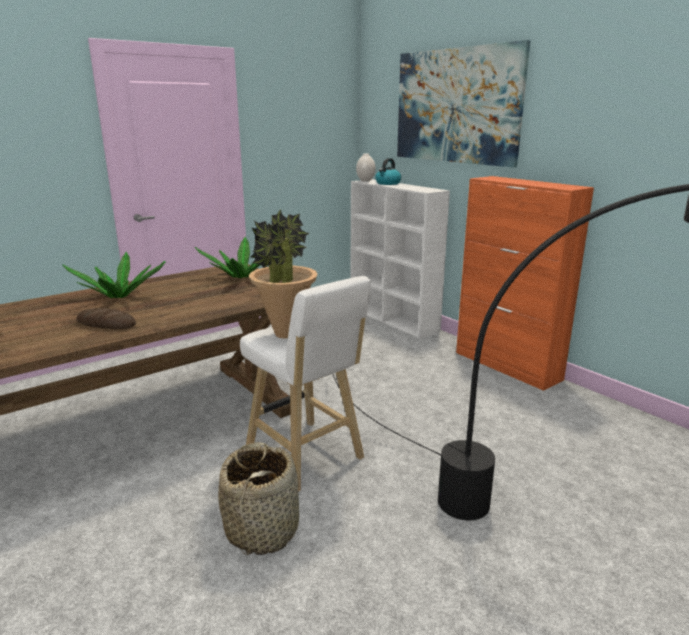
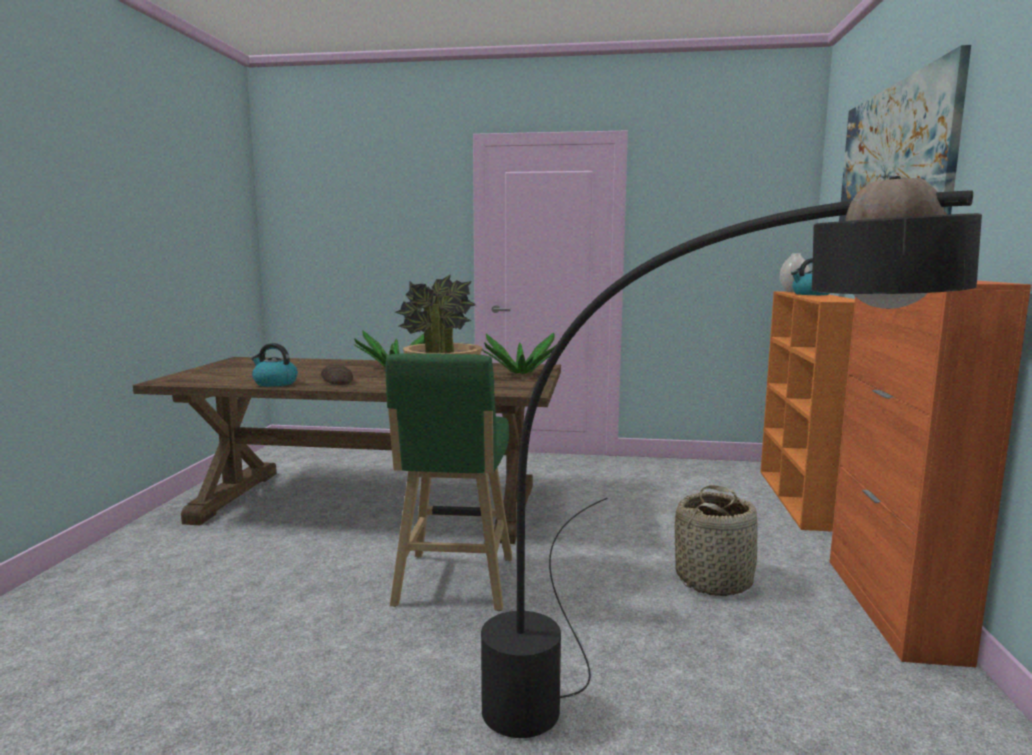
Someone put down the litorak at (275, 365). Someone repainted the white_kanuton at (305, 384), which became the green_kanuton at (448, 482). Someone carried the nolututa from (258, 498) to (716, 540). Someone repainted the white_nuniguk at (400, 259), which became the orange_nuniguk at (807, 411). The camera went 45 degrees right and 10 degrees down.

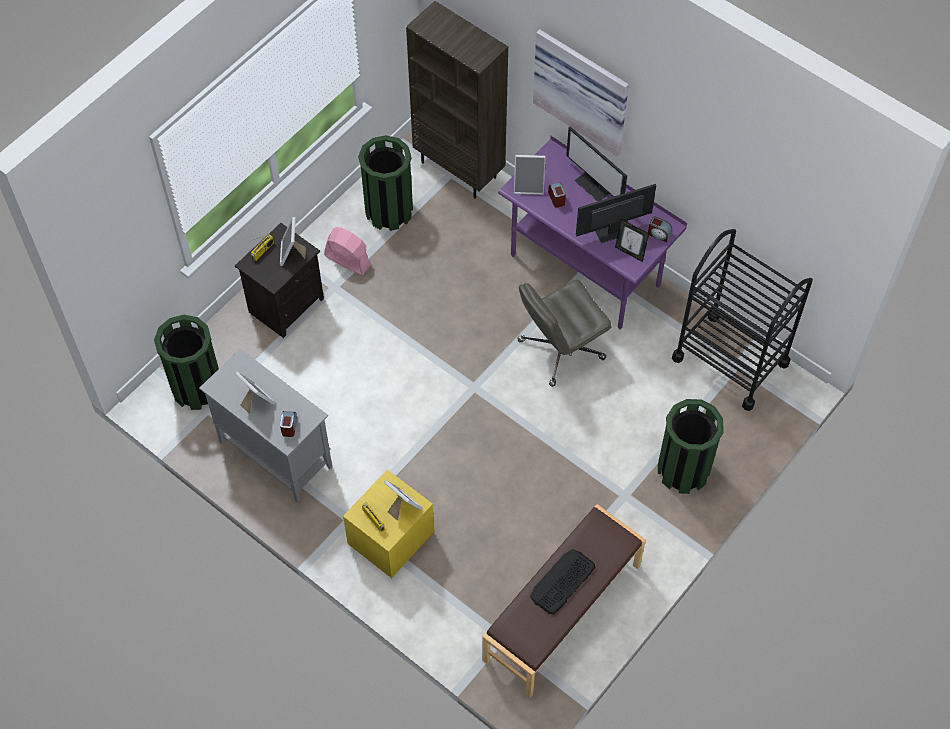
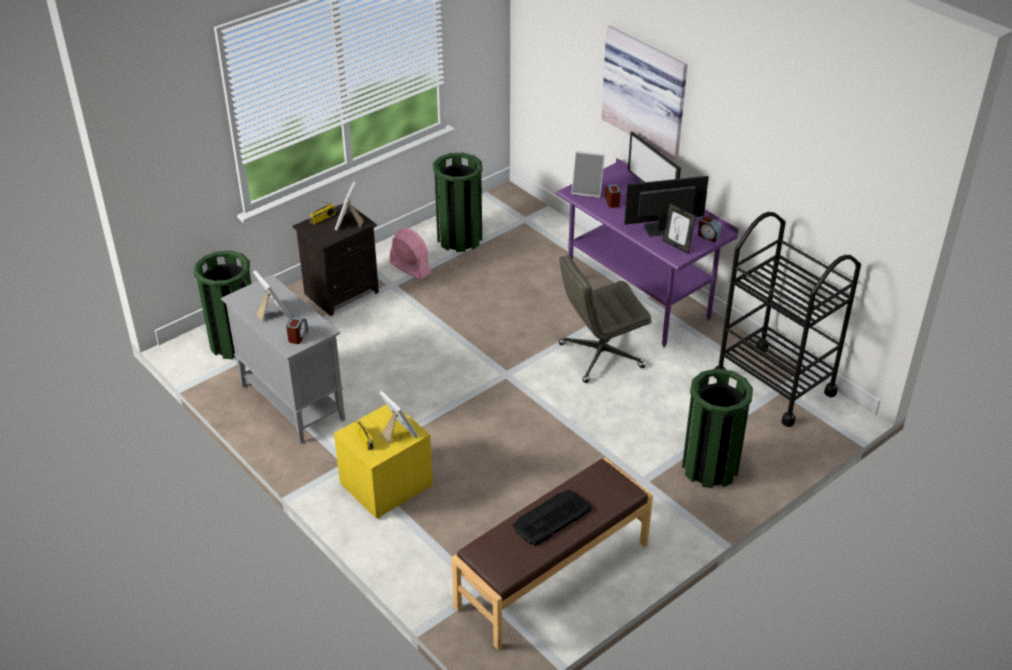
Someone took away the brown_nuniguk at (457, 100). The camera went 10 degrees right and 20 degrees down.

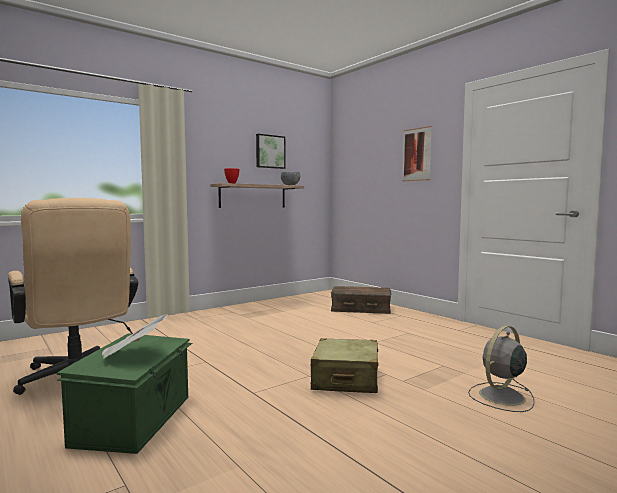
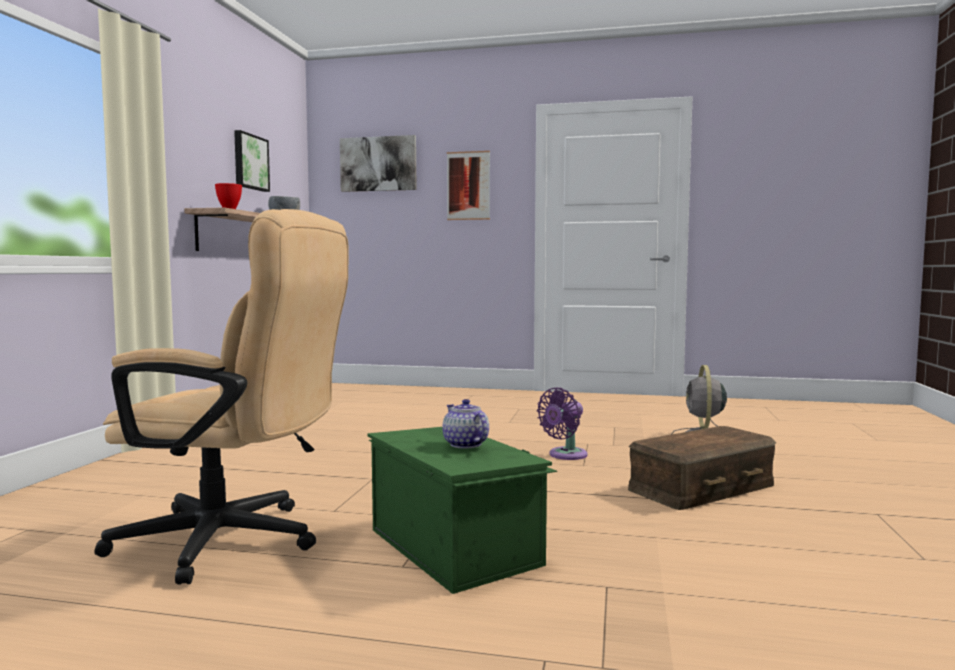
Someone put up the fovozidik at (378, 163). Someone swapped the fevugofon at (135, 336) for the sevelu at (466, 424). Someone swapped the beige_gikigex at (345, 365) for the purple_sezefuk at (562, 424). Someone carried the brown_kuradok from (361, 300) to (702, 468). The camera went 40 degrees left and 0 degrees up.

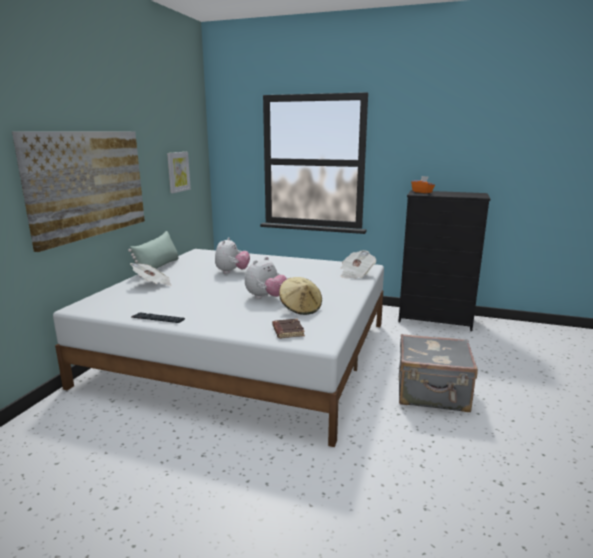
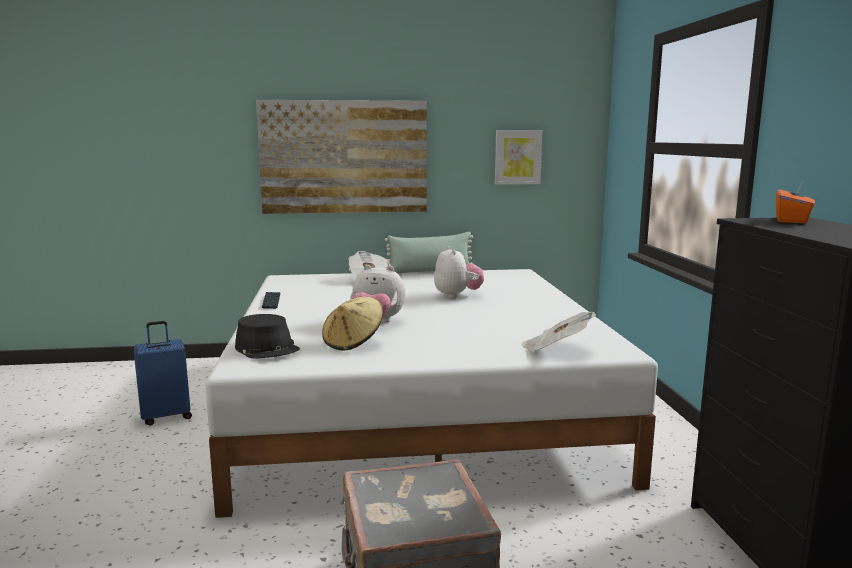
Someone put down the blue_gikigex at (163, 373). Someone swapped the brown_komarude at (288, 329) for the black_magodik at (267, 336). Someone rotated the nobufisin at (232, 255) by 90 degrees counterclockwise. The camera went 65 degrees right and 5 degrees down.

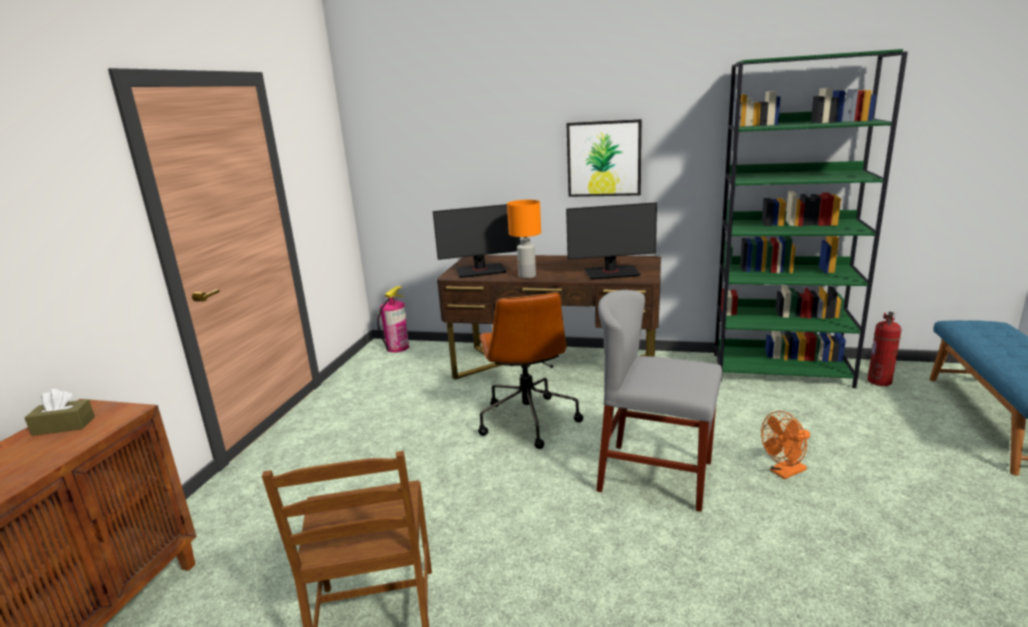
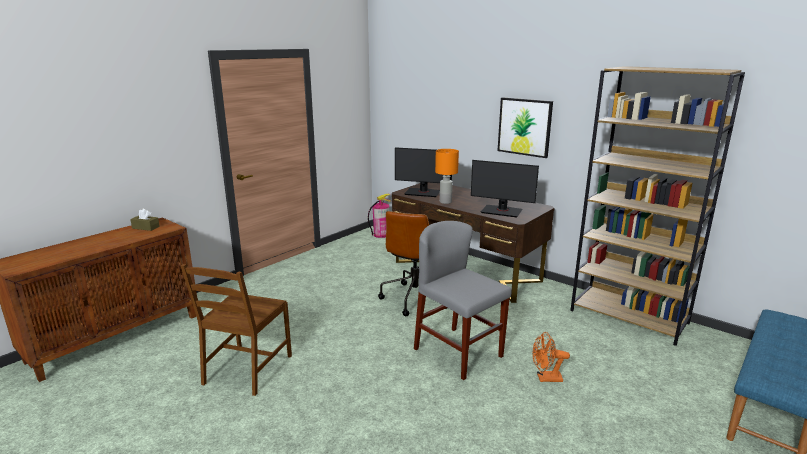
Someone repainted the green_nuniguk at (811, 218), which became the brown_nuniguk at (657, 206). Someone took away the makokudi at (884, 349). The camera went 25 degrees right and 0 degrees up.

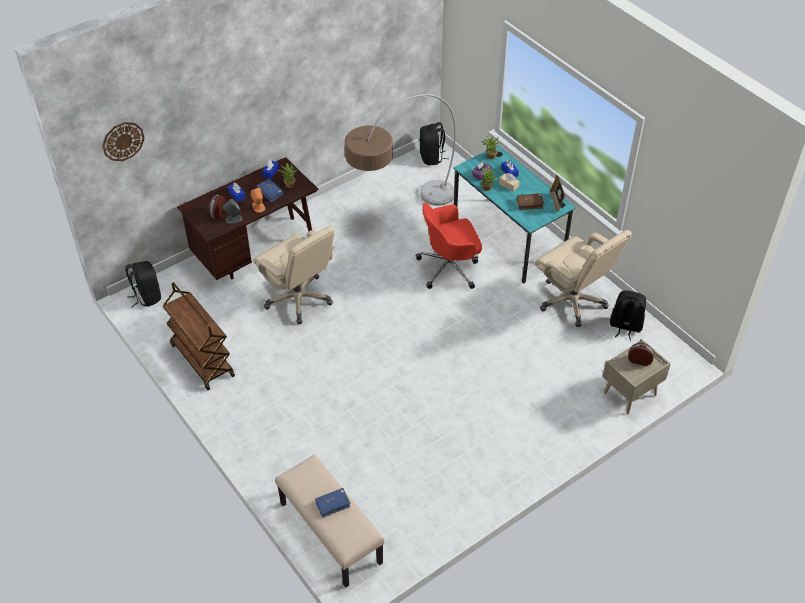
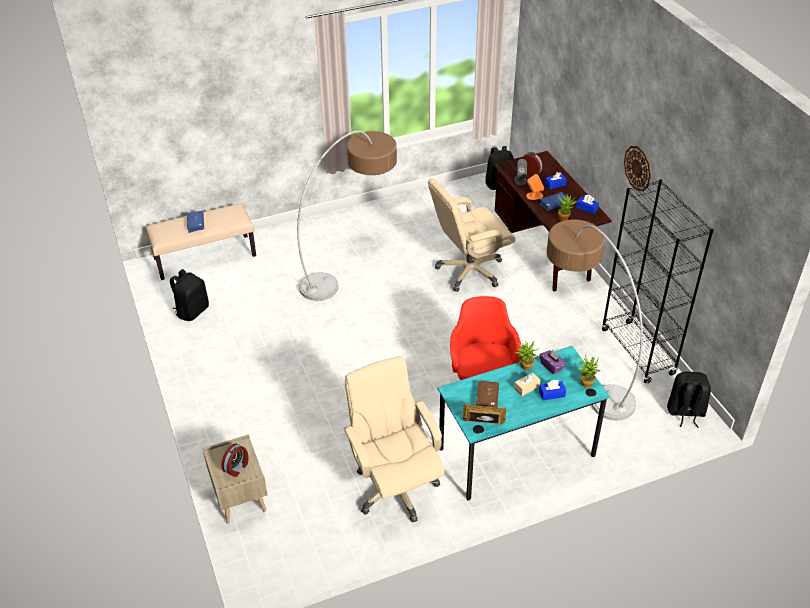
Someone carried the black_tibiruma from (628, 315) to (189, 295). Someone put down the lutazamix at (347, 215). Someone rotated the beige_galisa at (583, 278) by 90 degrees clockwise. Someone put down the black_nuniguk at (657, 281). Someone carried the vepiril from (123, 141) to (637, 168). Someone took away the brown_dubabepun at (198, 336). The camera went 105 degrees right and 5 degrees down.

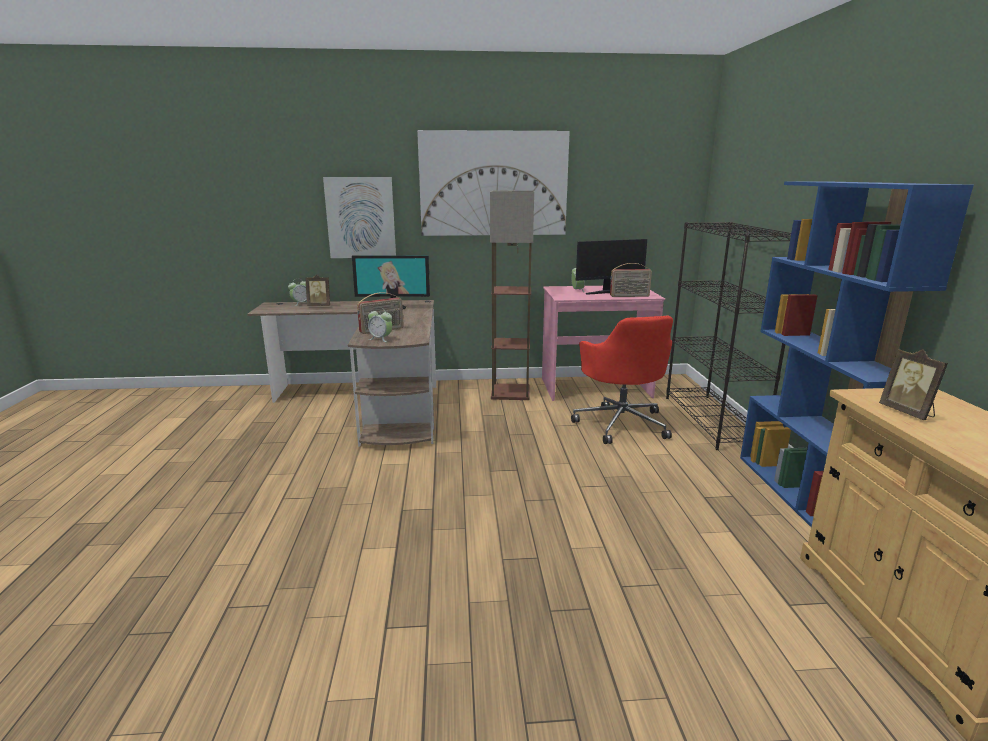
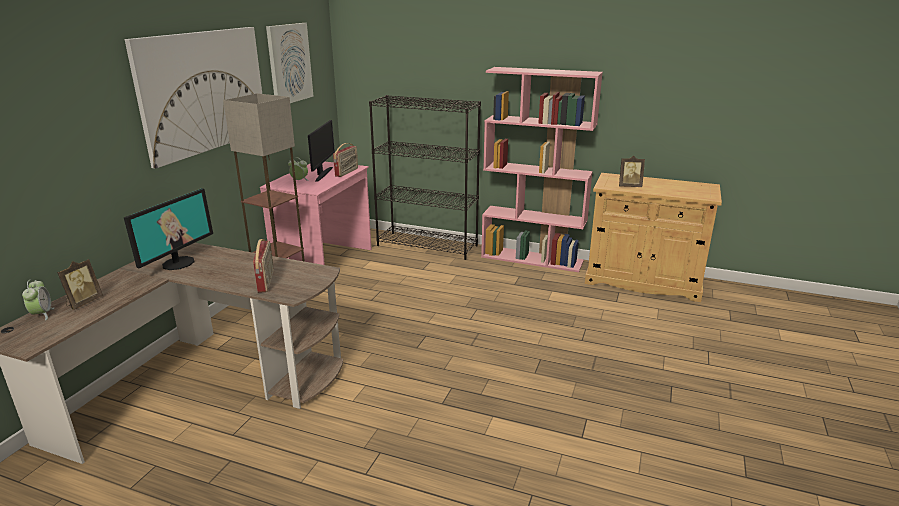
Someone carried the fovozidik from (359, 217) to (290, 63). Someone repainted the blue_nuniguk at (857, 354), which became the pink_nuniguk at (542, 169). Someone took away the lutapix at (380, 324). Someone took away the red_galisa at (622, 380). The camera went 65 degrees left and 5 degrees up.

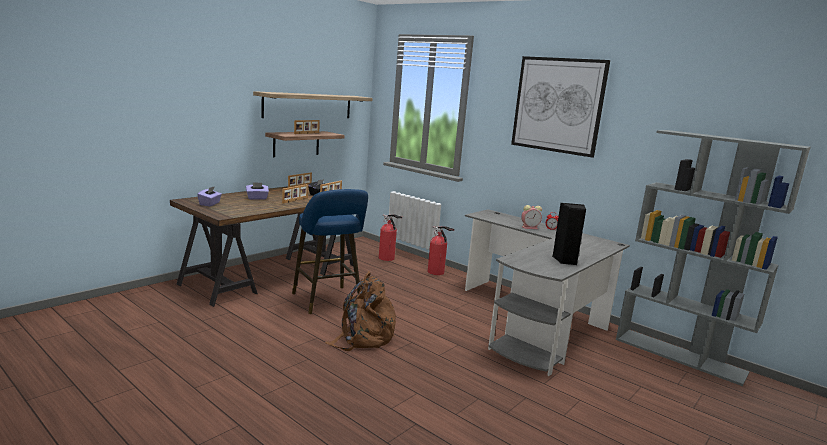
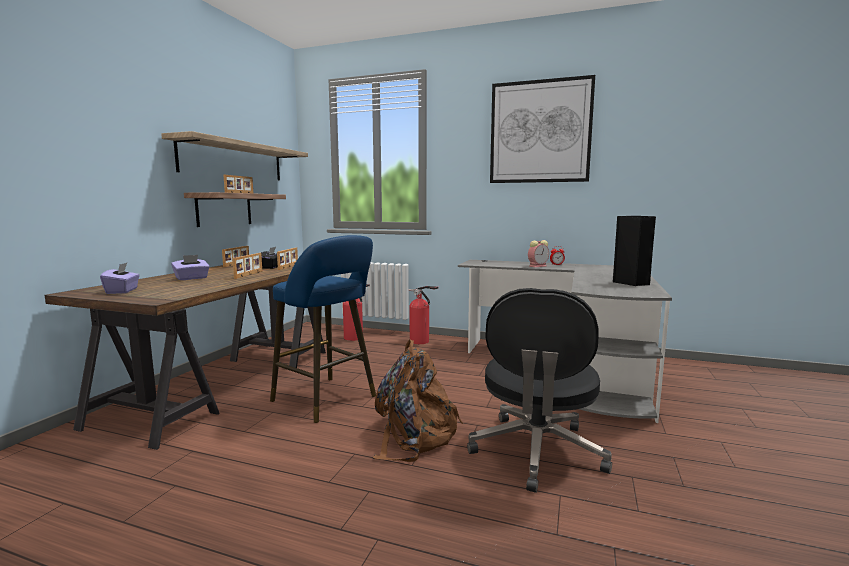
Someone put down the black_galisa at (539, 390). Someone took away the grey_nuniguk at (713, 258). The camera went 20 degrees left and 5 degrees down.

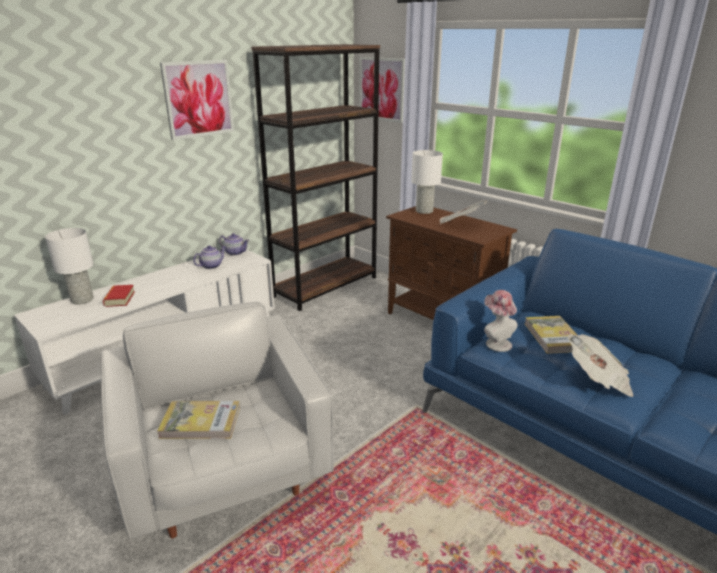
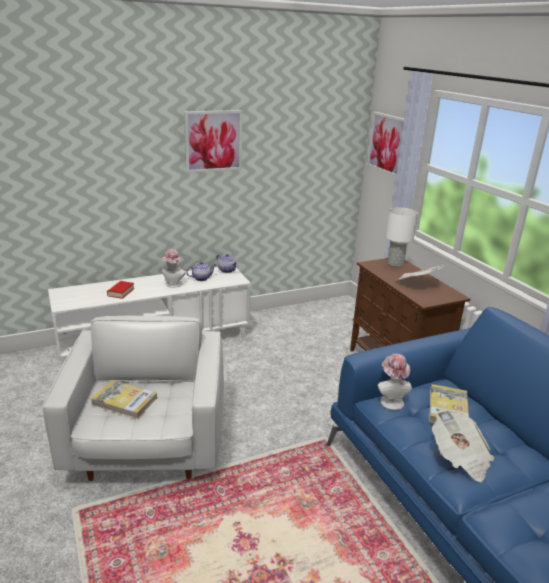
Someone put down the magodik at (173, 268). Someone took away the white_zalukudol at (69, 266). Someone took away the brown_nuniguk at (315, 177). The camera went 20 degrees right and 0 degrees up.

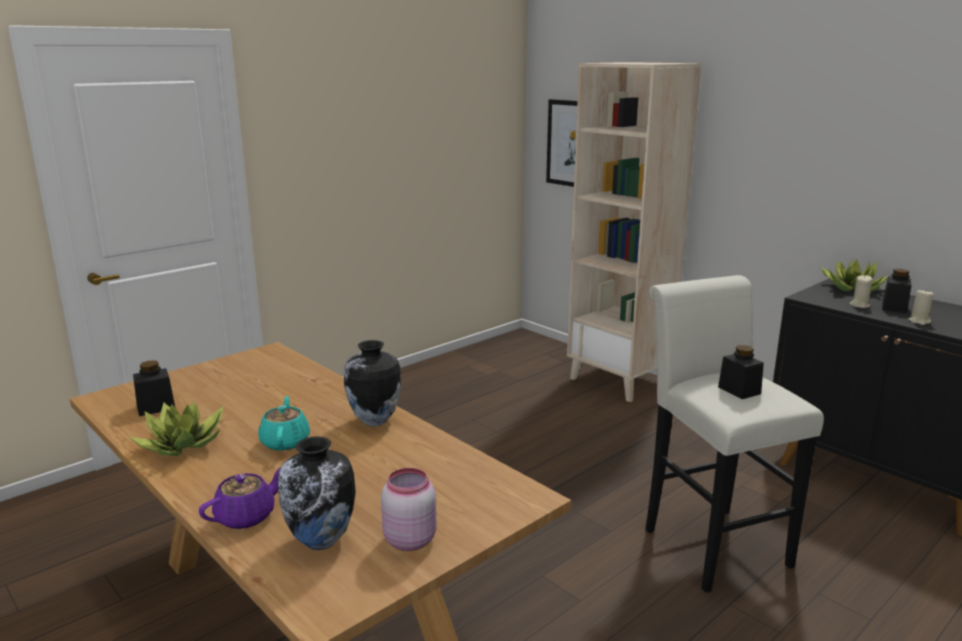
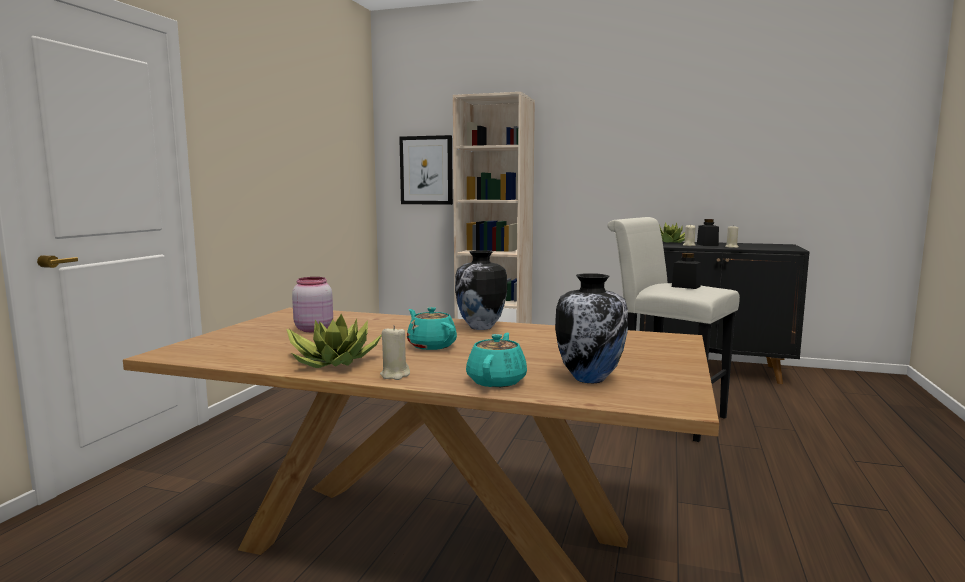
Someone carried the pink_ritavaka from (409, 509) to (312, 304). Someone put down the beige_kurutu at (395, 352). Someone repainted the purple_sevelu at (240, 498), which became the turquoise_sevelu at (496, 360). Someone took away the black_ritavaka at (154, 388). The camera went 30 degrees left and 10 degrees down.

